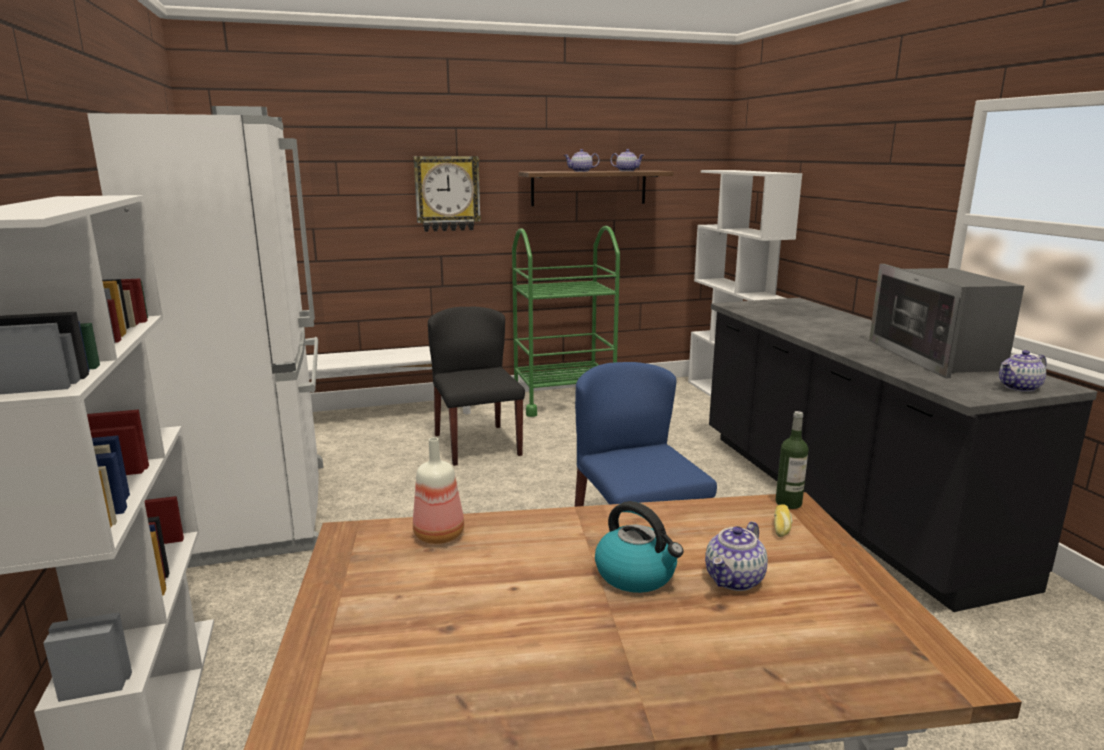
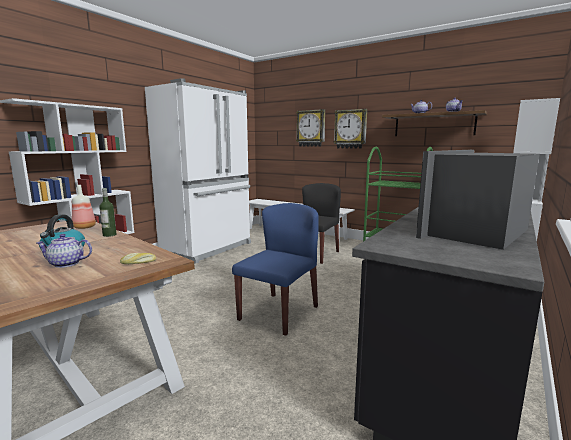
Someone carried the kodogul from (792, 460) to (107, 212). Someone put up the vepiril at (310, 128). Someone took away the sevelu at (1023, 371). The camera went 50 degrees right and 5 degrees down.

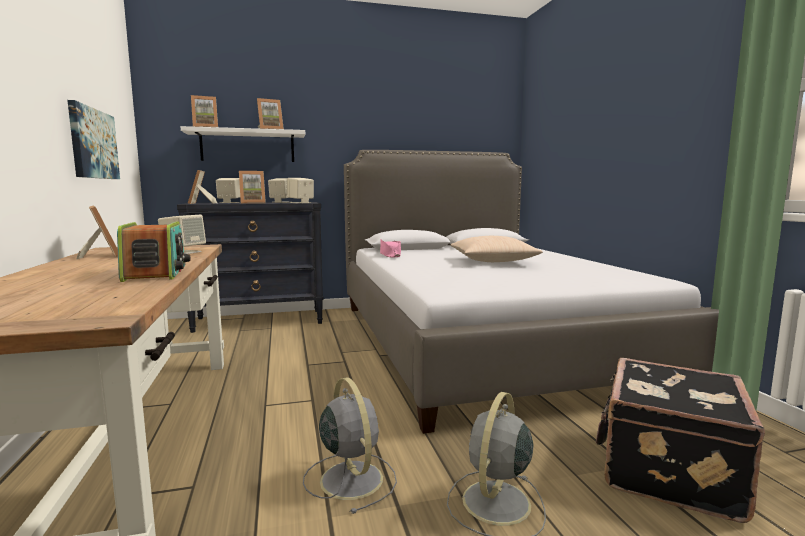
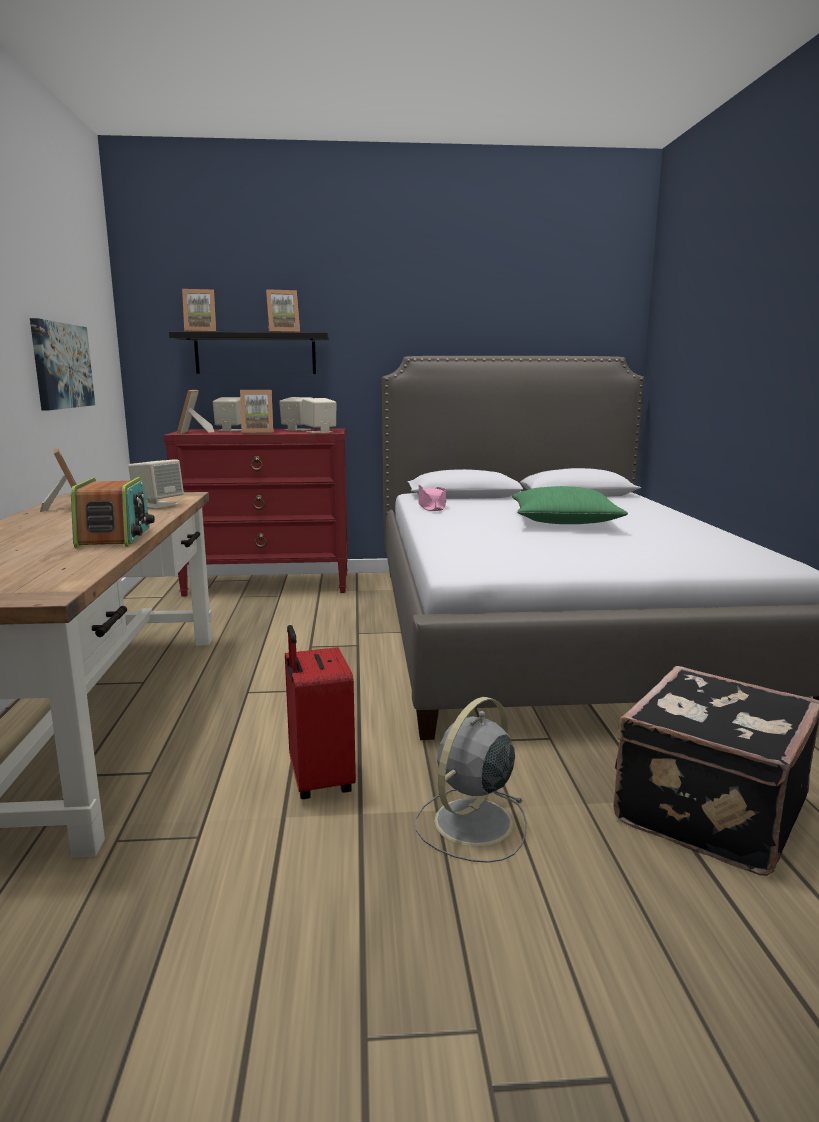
Someone repainted the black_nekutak at (250, 267), which became the red_nekutak at (256, 512). Someone repainted the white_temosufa at (243, 144), which became the black_temosufa at (249, 353). Someone swapped the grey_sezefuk at (350, 445) for the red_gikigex at (320, 712). Someone repainted the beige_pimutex at (497, 249), which became the green_pimutex at (570, 505). The camera went 10 degrees right and 5 degrees up.

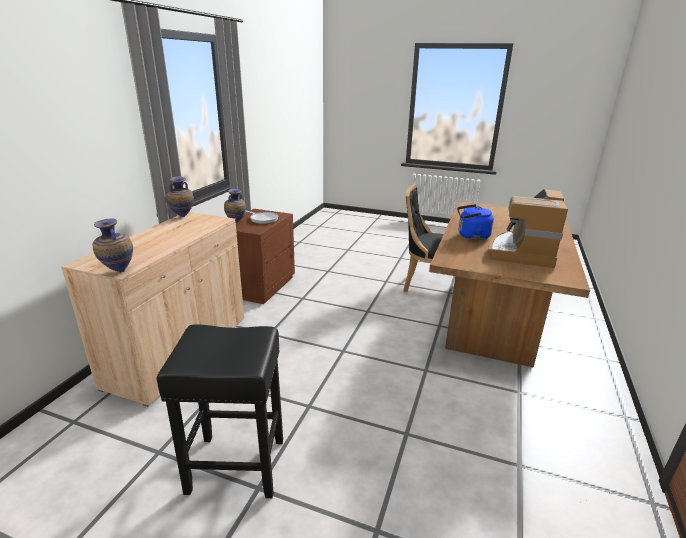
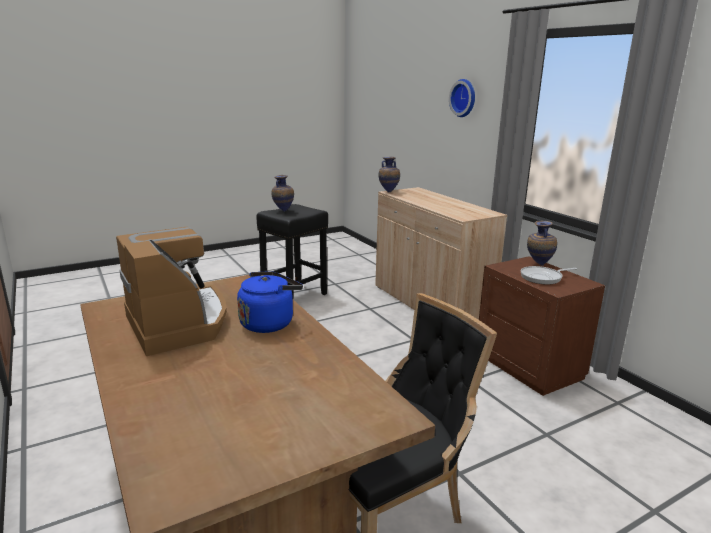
Someone carried the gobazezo from (180, 196) to (283, 193). Someone put up the vepiril at (462, 98). The camera went 130 degrees right and 5 degrees down.

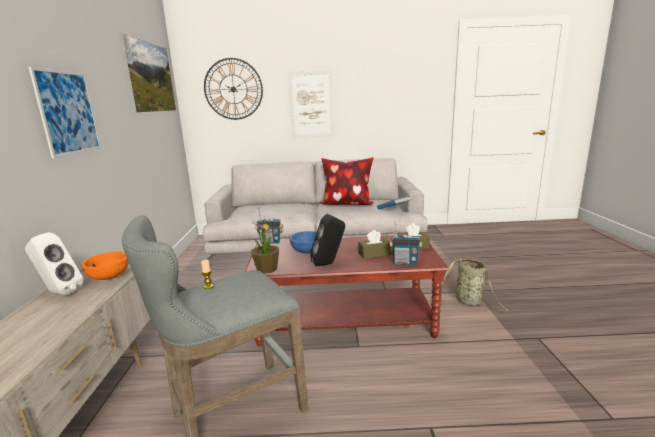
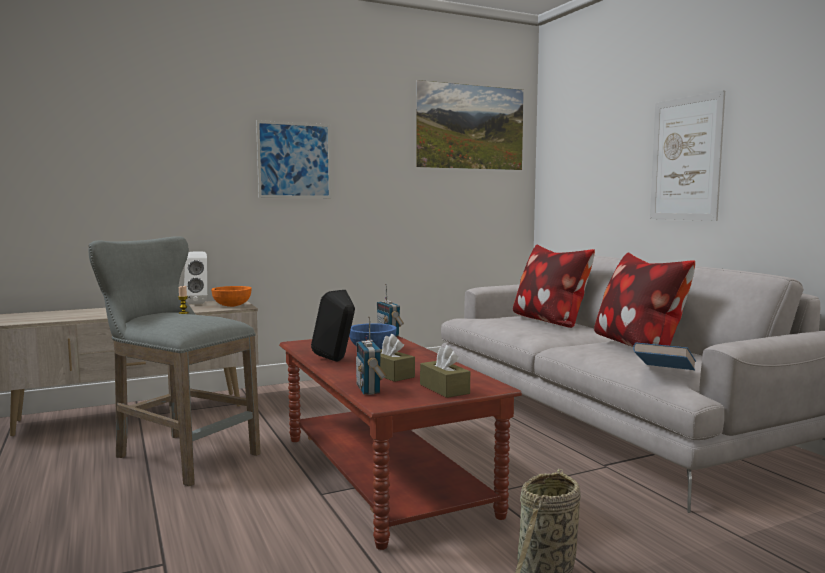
Someone put down the pimutex at (554, 286). Someone took away the vepiril at (233, 89). Someone took away the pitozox at (265, 248). The camera went 65 degrees right and 10 degrees down.

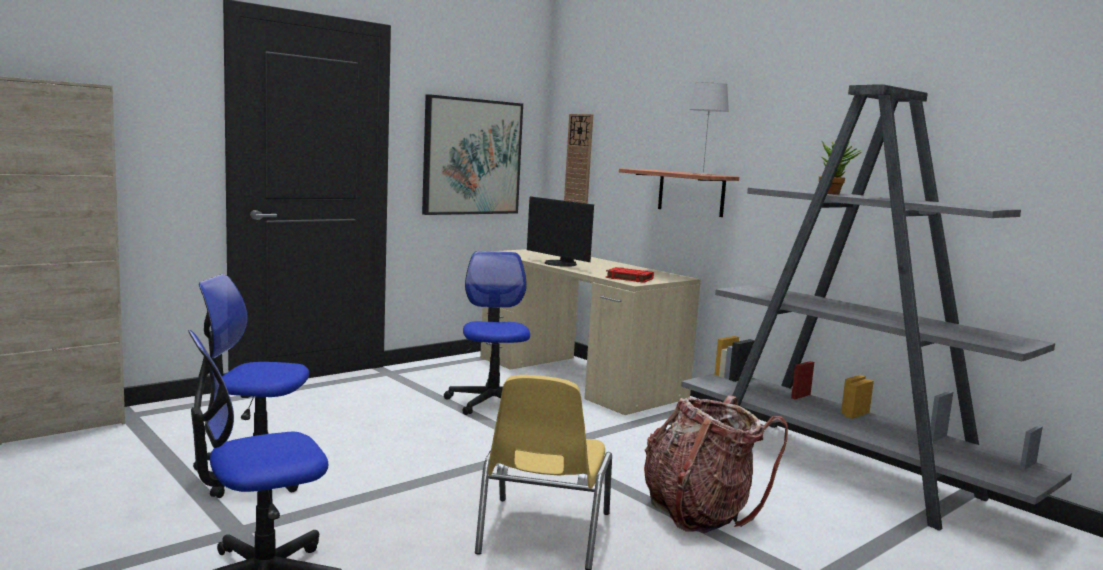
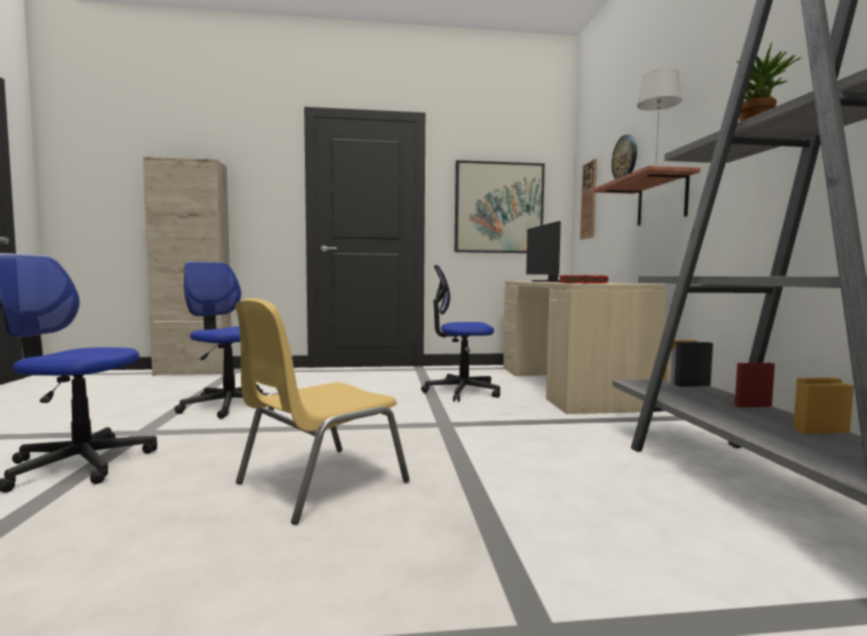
Someone rotated the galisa at (487, 333) by 120 degrees counterclockwise. Someone put up the vepiril at (624, 157). Someone took away the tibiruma at (716, 464). The camera went 35 degrees right and 5 degrees down.

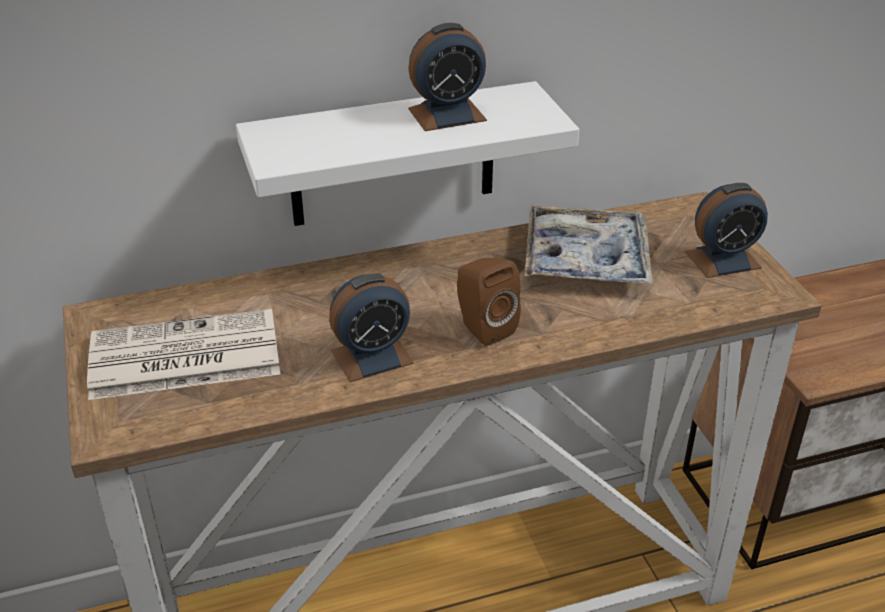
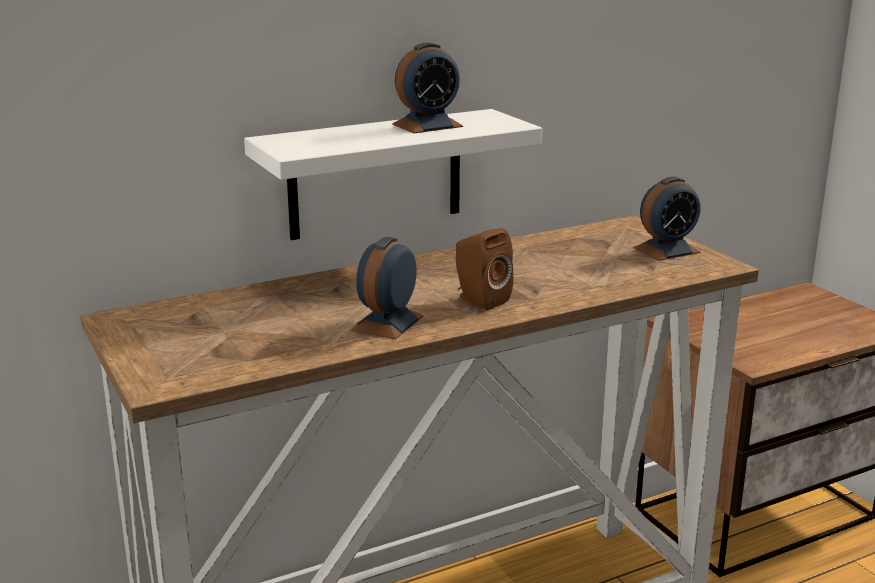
Someone rotated the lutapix at (371, 327) by 150 degrees clockwise. Someone took away the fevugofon at (183, 354). Someone took away the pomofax at (588, 244). The camera went 10 degrees left and 15 degrees down.

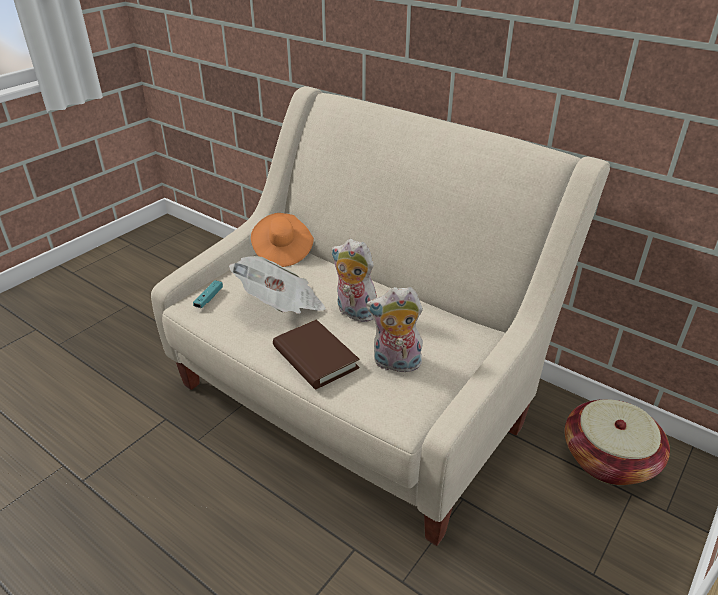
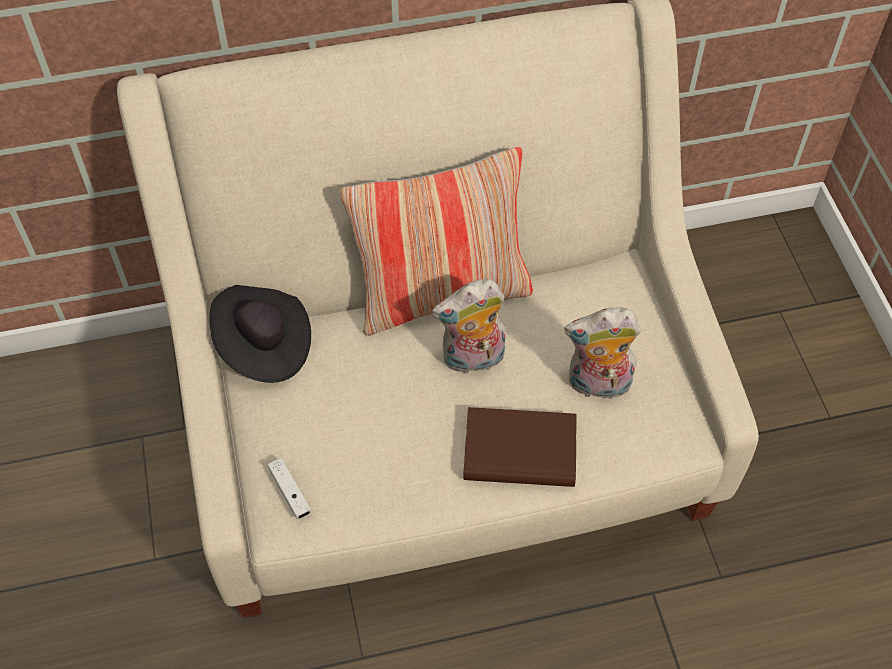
Someone repainted the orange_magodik at (282, 240), which became the black_magodik at (260, 334). Someone repainted the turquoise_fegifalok at (208, 294), which became the white_fegifalok at (289, 488). Someone put down the pimutex at (436, 241). Someone rotated the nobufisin at (394, 330) by 45 degrees clockwise. Someone took away the fevugofon at (277, 285). Someone took away the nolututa at (617, 442). The camera went 50 degrees left and 20 degrees up.

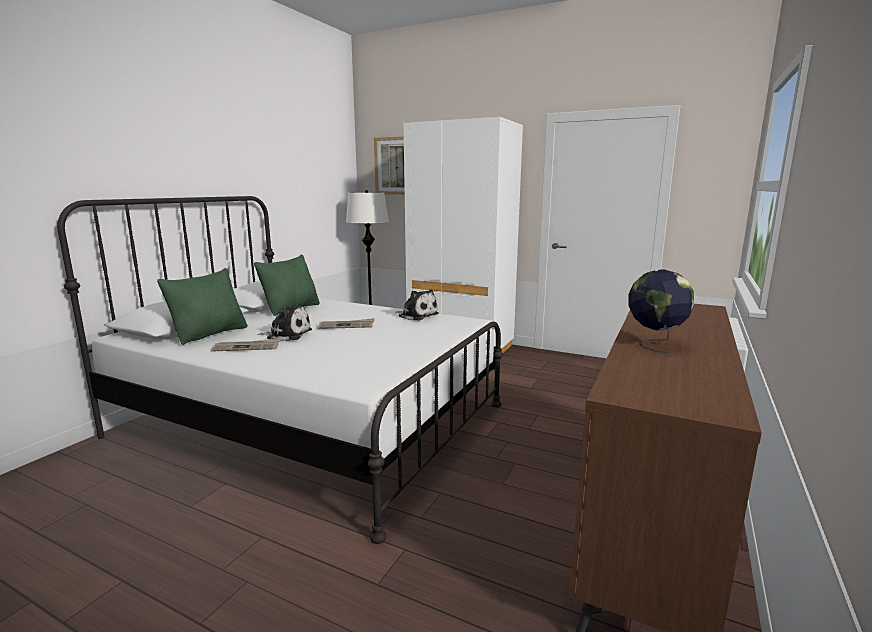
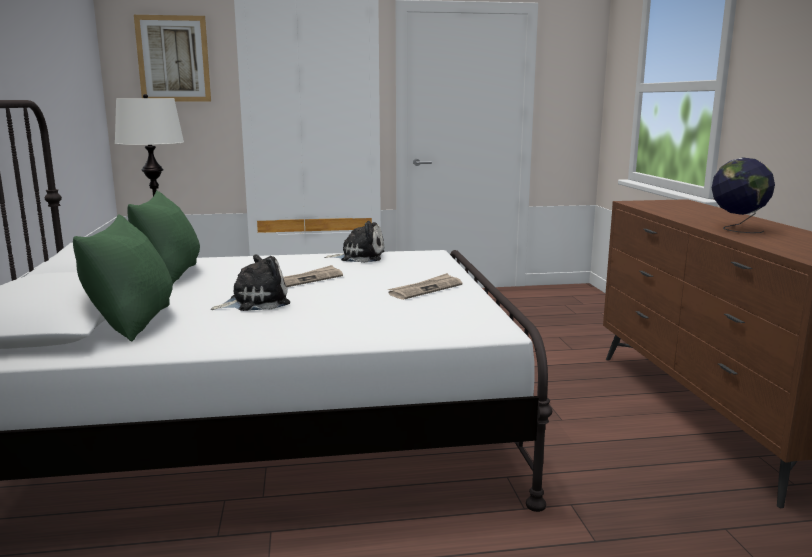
Someone carried the fevugofon from (246, 345) to (425, 286). The camera went 35 degrees left and 0 degrees up.

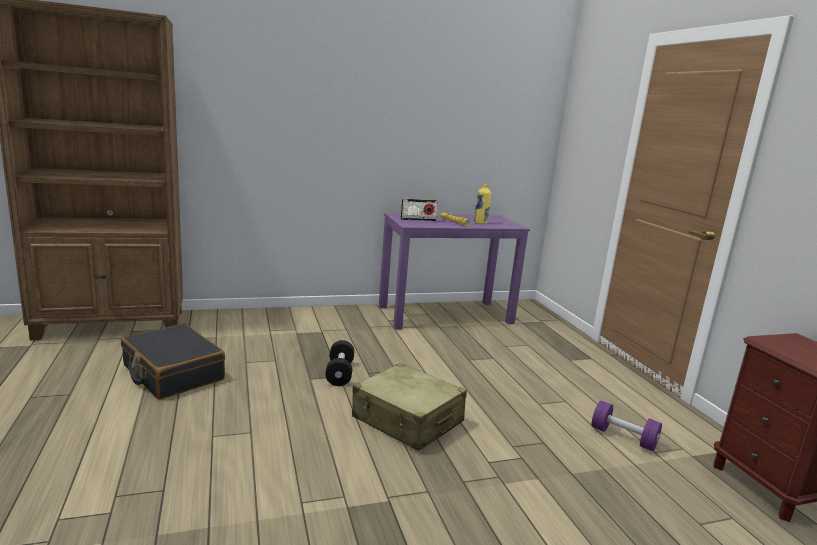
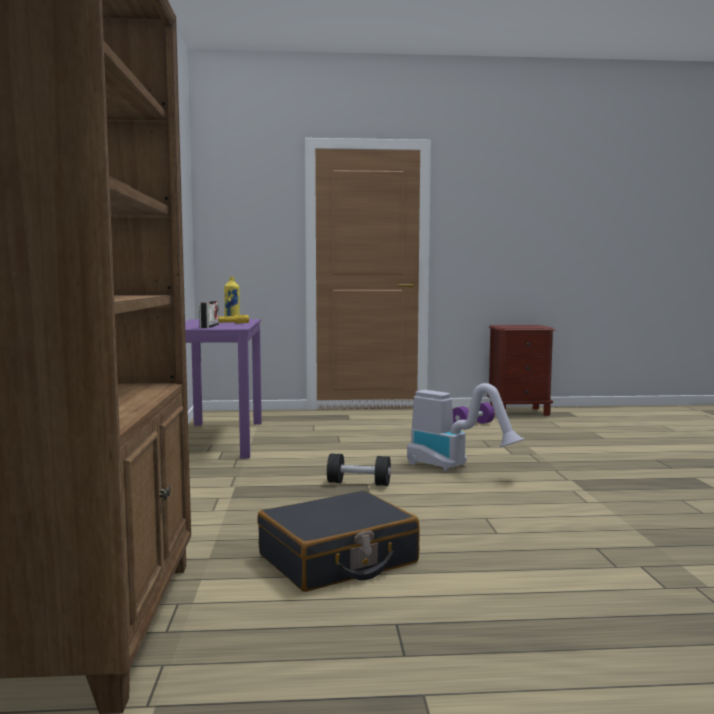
Someone swapped the beige_gikigex at (409, 407) for the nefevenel at (465, 427). The camera went 75 degrees left and 10 degrees down.

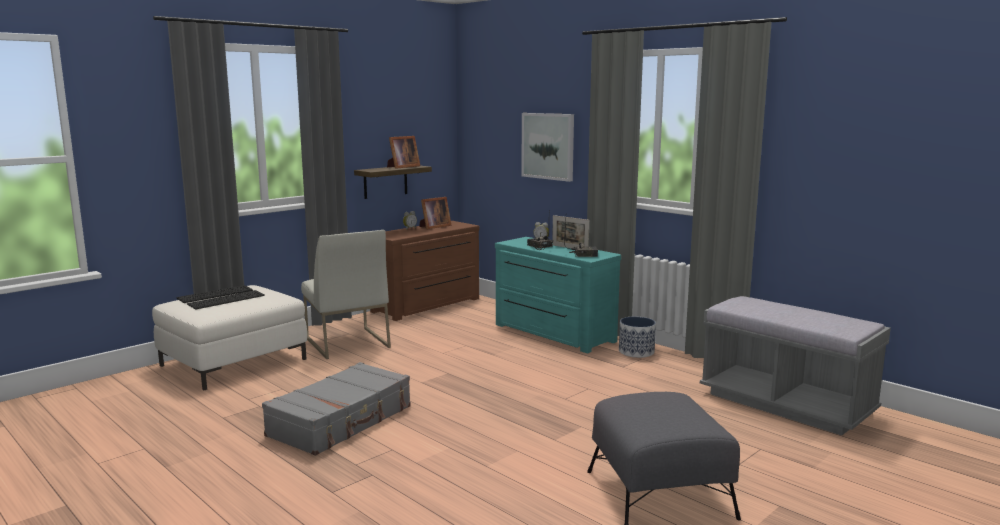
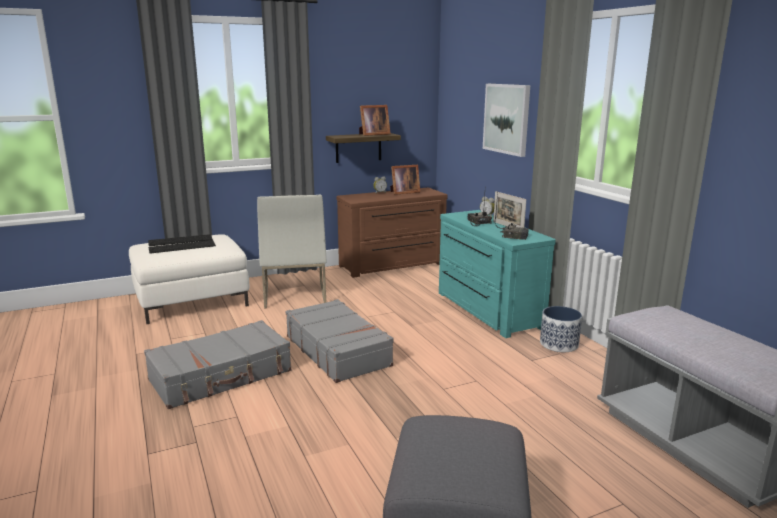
Someone put down the grey_gikigex at (340, 341). The camera went 20 degrees right and 5 degrees up.

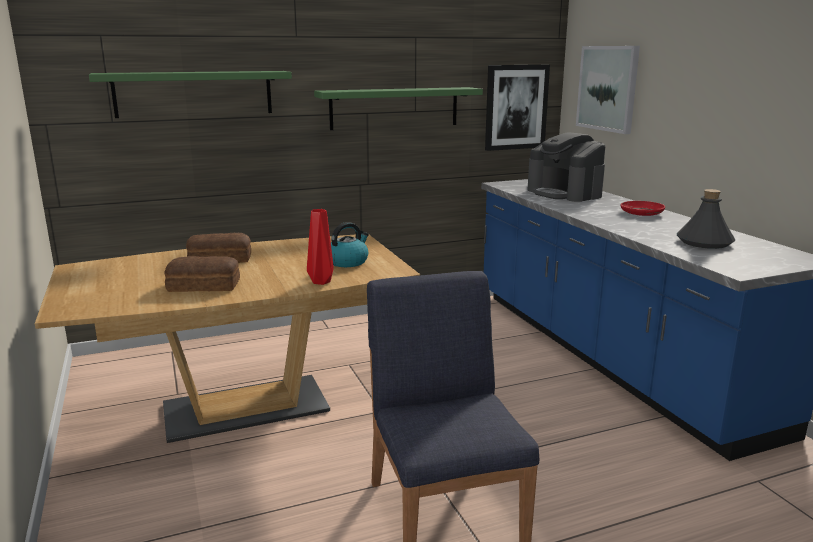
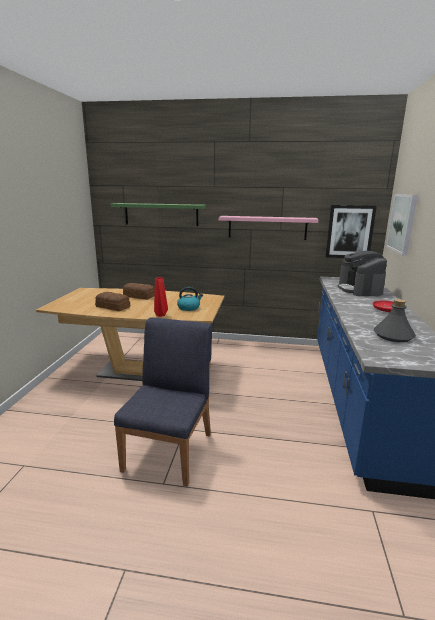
Someone repainted the green_temosufa at (398, 108), which became the pink_temosufa at (268, 228). The camera went 30 degrees right and 0 degrees up.

